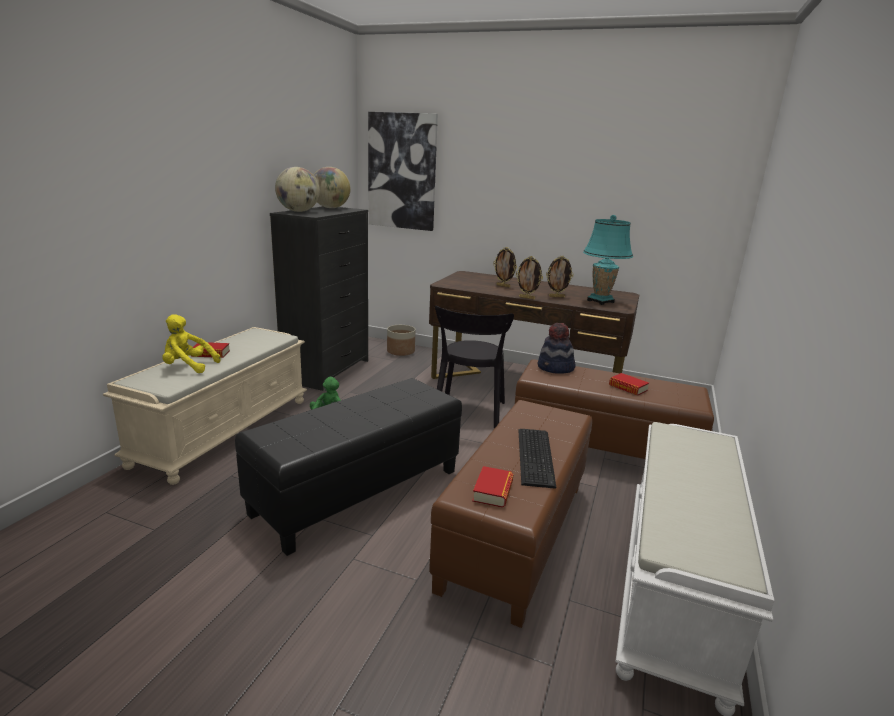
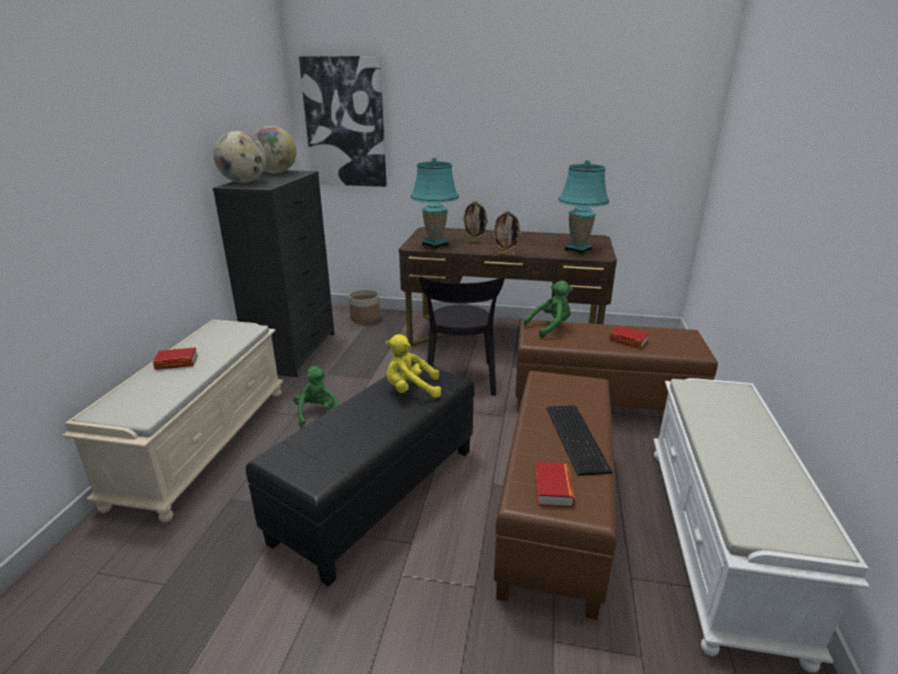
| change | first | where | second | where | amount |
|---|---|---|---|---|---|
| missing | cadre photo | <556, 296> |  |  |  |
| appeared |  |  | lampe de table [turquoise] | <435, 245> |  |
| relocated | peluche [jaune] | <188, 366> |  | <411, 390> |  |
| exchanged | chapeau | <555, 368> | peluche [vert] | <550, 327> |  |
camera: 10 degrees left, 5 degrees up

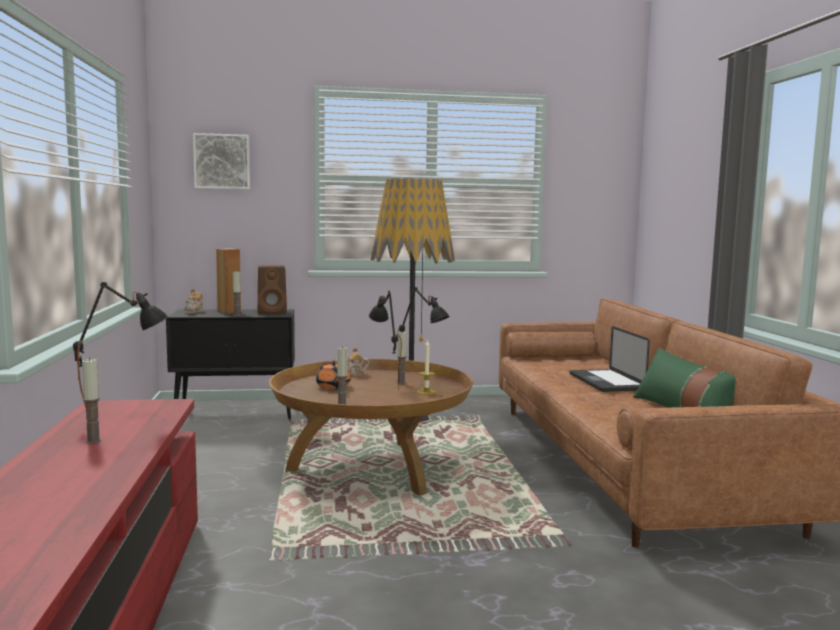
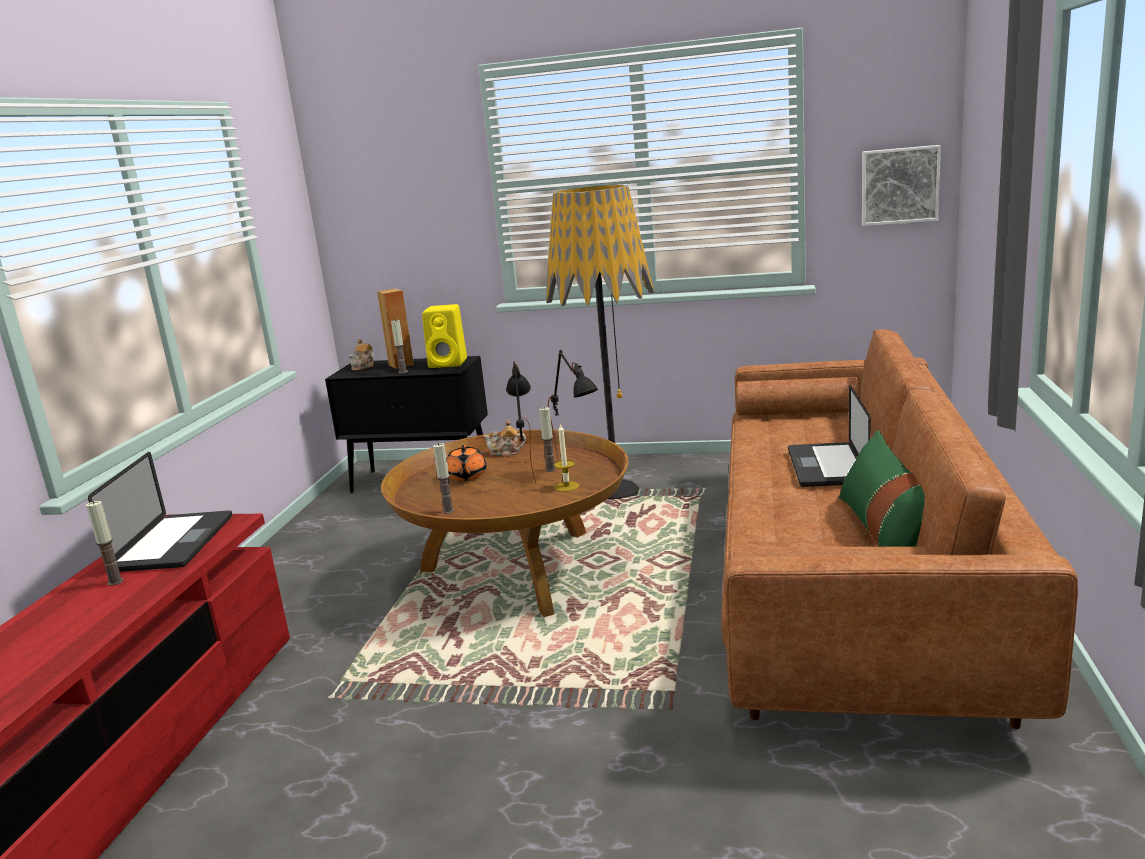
| change | first | where | second | where | amount |
|---|---|---|---|---|---|
| relocated | tableau | <222, 161> |  | <899, 185> |  |
| exchanged | lampe de table [noir] | <125, 417> | ordinateur portable | <174, 543> |  |
| colour | enceinte [marron] | <273, 312> | enceinte [jaune] | <449, 363> |  |
camera: 20 degrees right, 10 degrees up

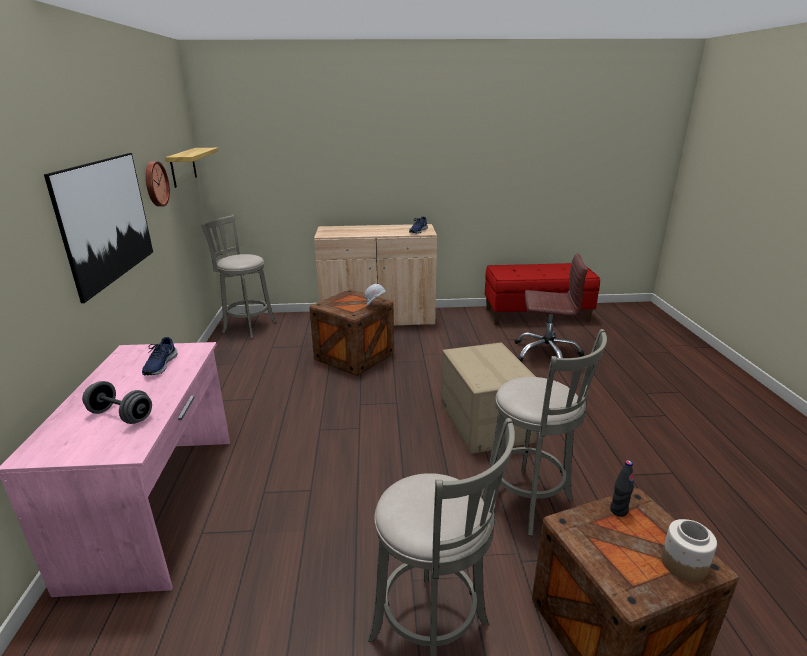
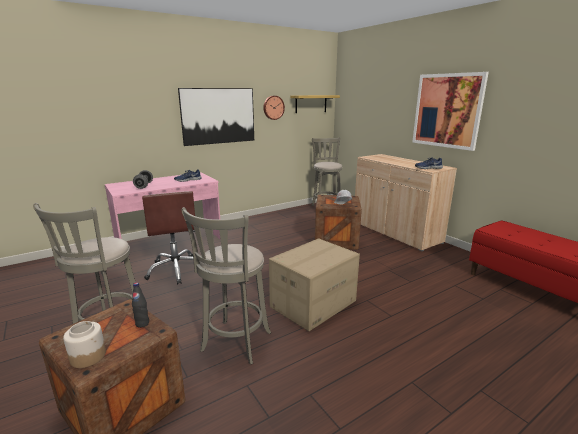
| change | first | where | second | where | amount |
|---|---|---|---|---|---|
| appeared |  |  | tableau | <447, 110> |  |
| relocated | chaise de bureau [marron] | <546, 353> |  | <177, 270> |  |
camera: 60 degrees right, 5 degrees down

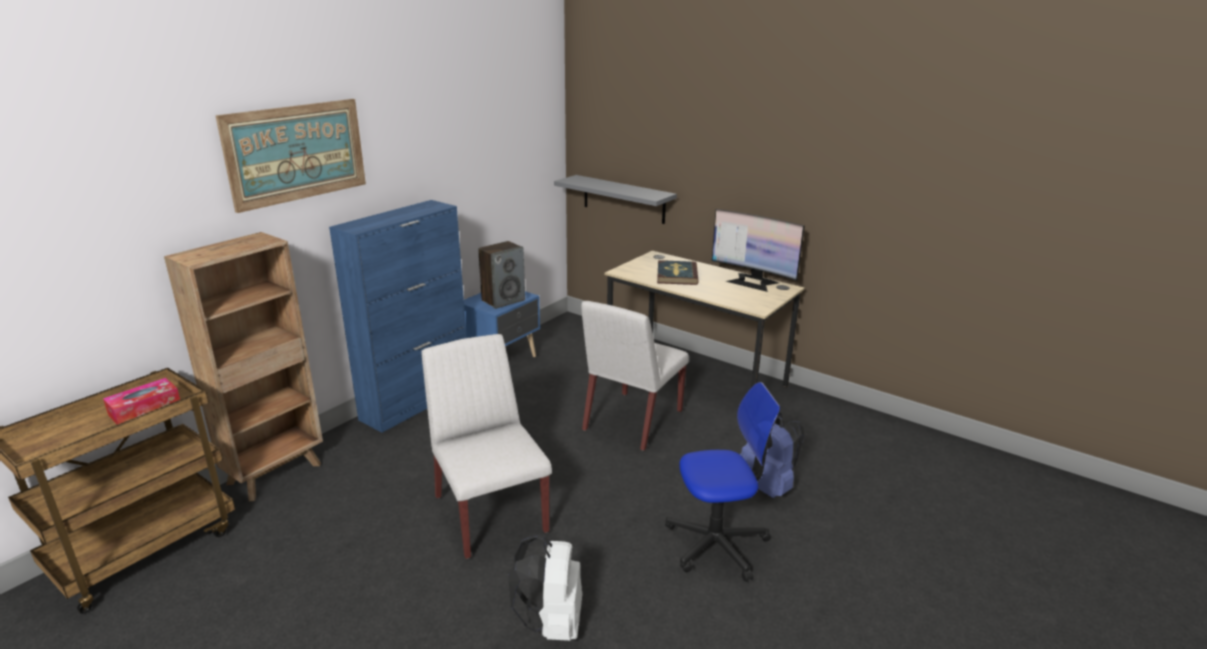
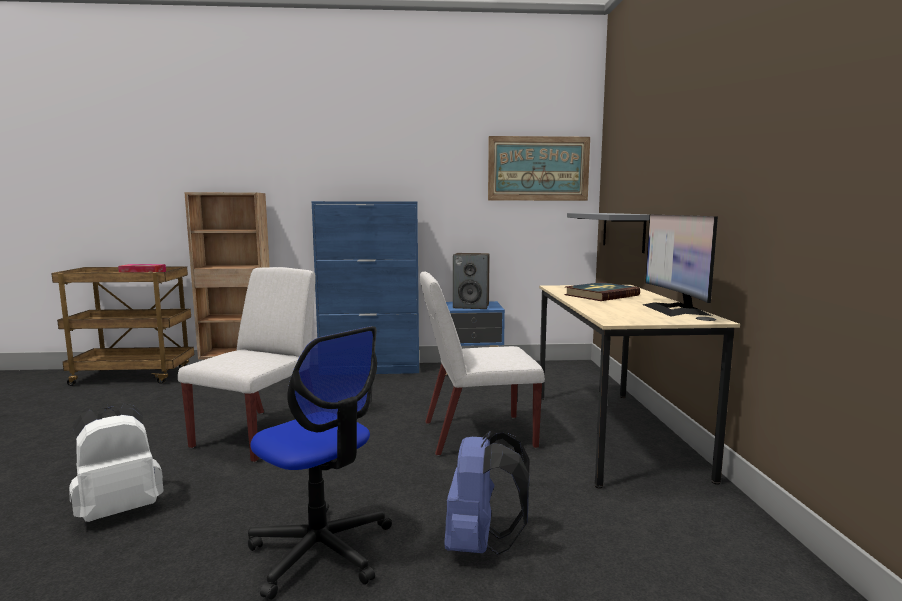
| change | first | where | second | where | amount |
|---|---|---|---|---|---|
| relocated | tableau | <296, 152> |  | <538, 168> |  |
camera: 50 degrees right, 15 degrees down

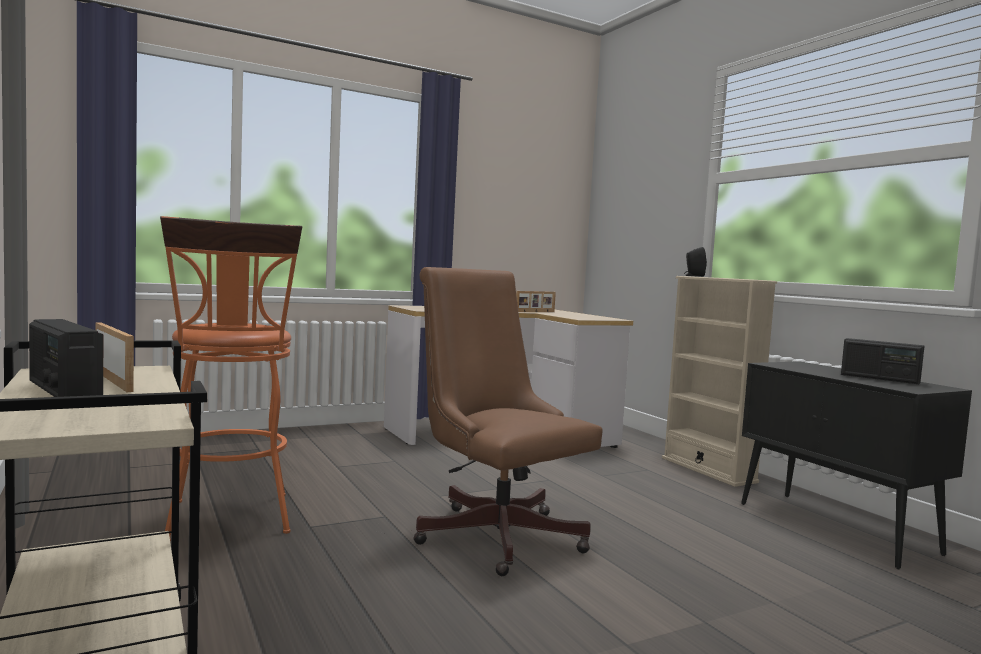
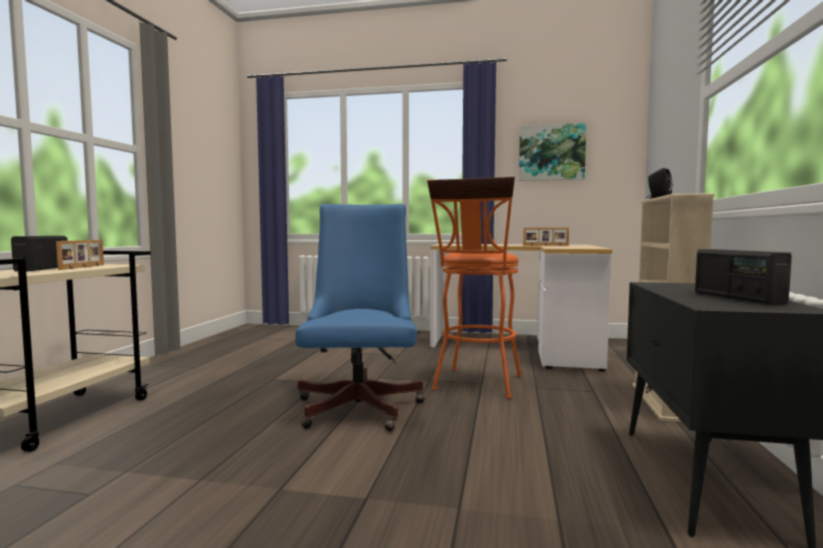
| change | first | where | second | where | amount |
|---|---|---|---|---|---|
| appeared |  |  | tableau | <551, 152> |  |
| relocated | tabouret [orange] | <230, 521> |  | <477, 385> |  |
| colour | chaise de bureau [marron] | <494, 532> | chaise de bureau [bleu] | <361, 405> |  |
camera: 40 degrees right, 0 degrees up

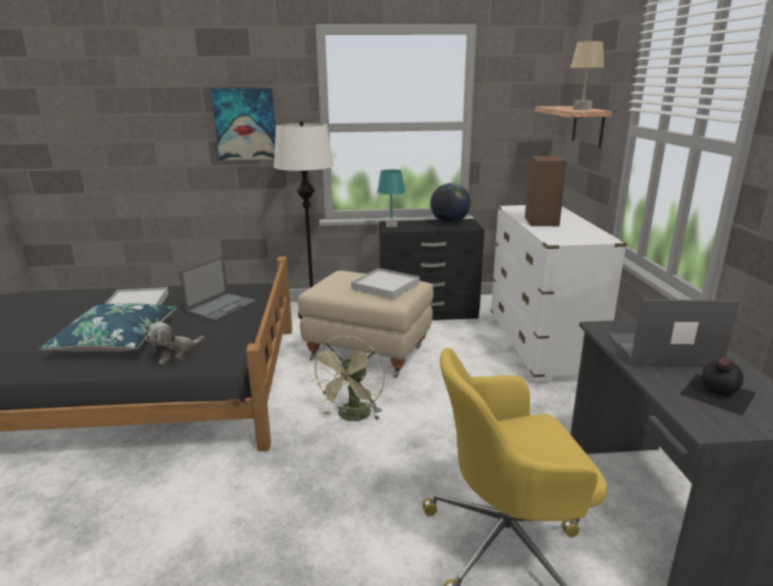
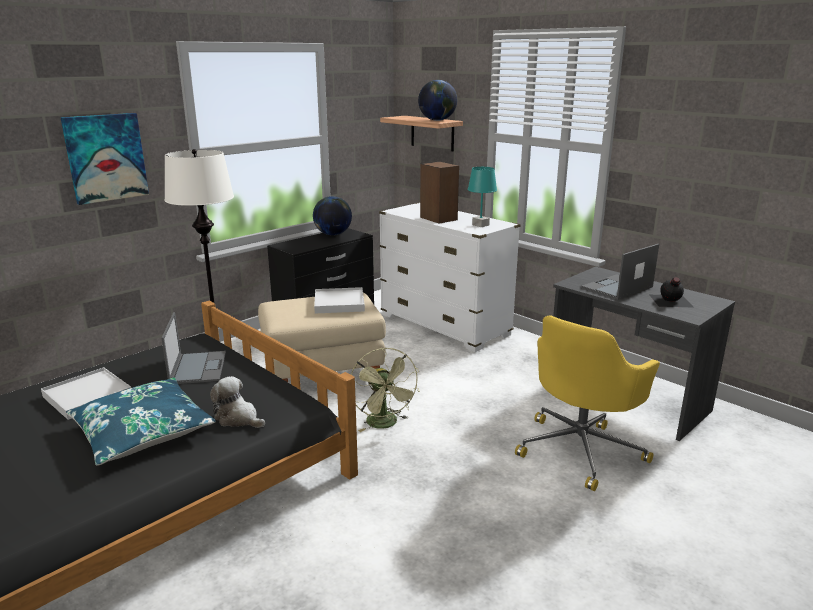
| change | first | where | second | where | amount |
|---|---|---|---|---|---|
| relocated | lampe de table [turquoise] | <391, 225> |  | <481, 225> |  |
| exchanged | lampe de table [beige] | <582, 109> | globe | <437, 120> |  |
| spun | peluche | <175, 354> |  | <238, 418> | 120 degrees clockwise |
camera: 40 degrees left, 0 degrees up

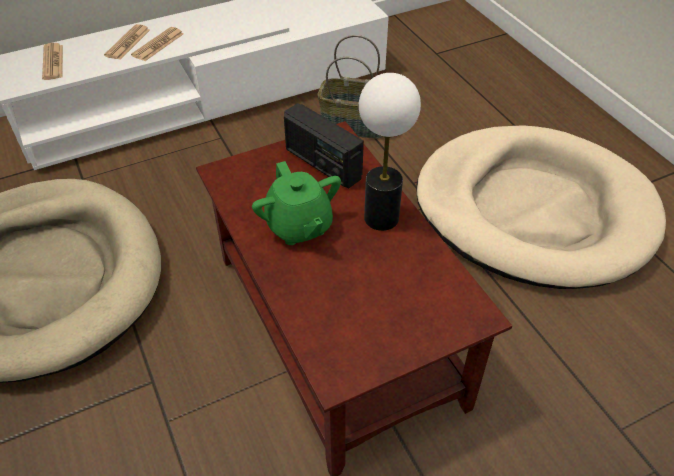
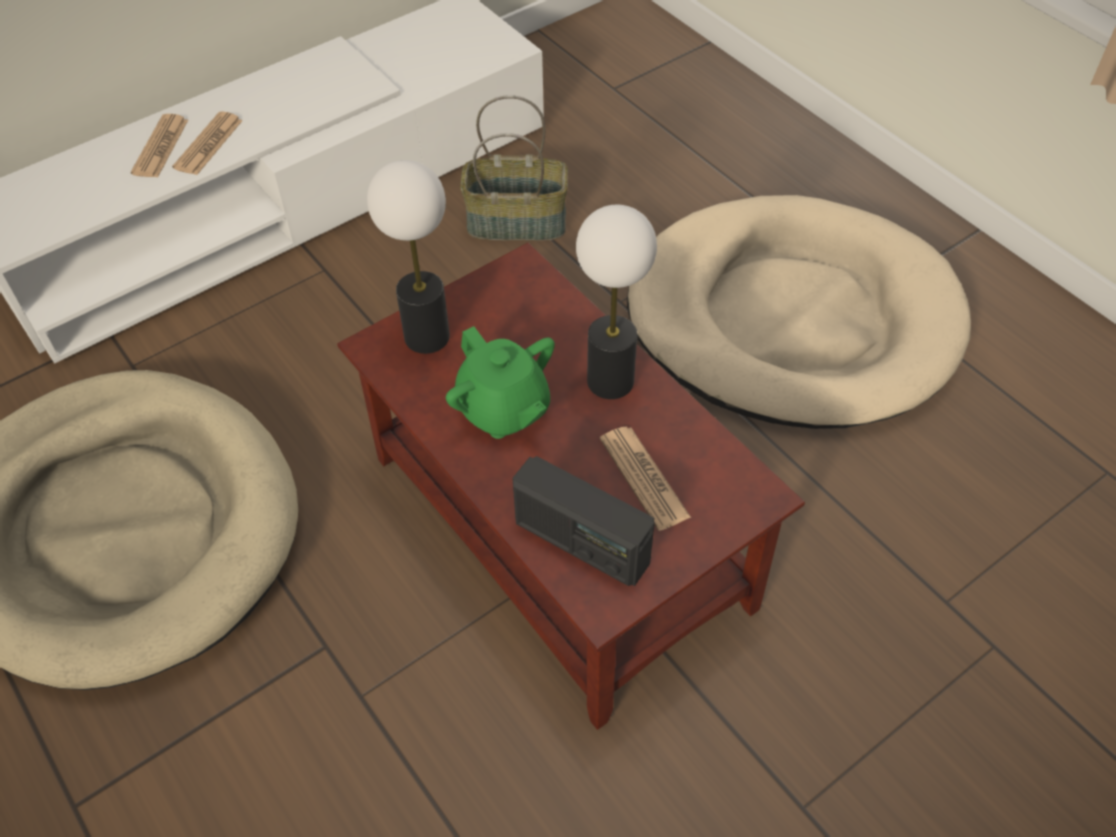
| change | first | where | second | where | amount |
|---|---|---|---|---|---|
| appeared |  |  | lampe de table | <426, 337> |  |
| relocated | journal | <53, 62> |  | <644, 478> |  |
| relocated | radio | <322, 164> |  | <581, 542> |  |
camera: 10 degrees left, 5 degrees up

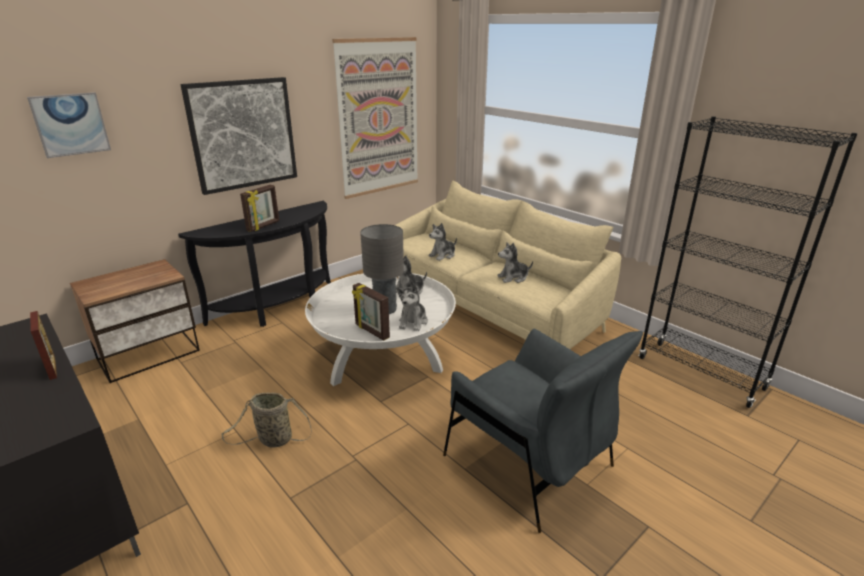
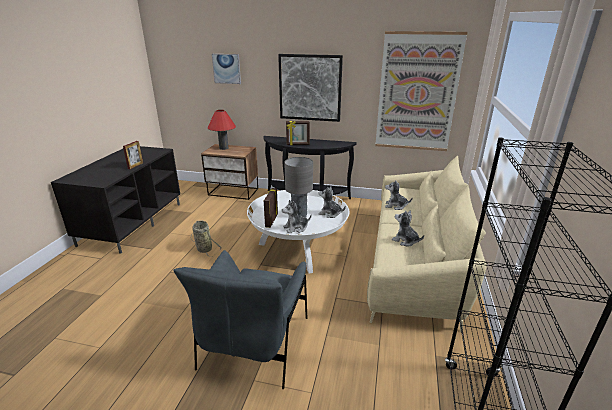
| change | first | where | second | where | amount |
|---|---|---|---|---|---|
| appeared |  |  | lampe de table [rouge] | <223, 148> |  |
camera: 55 degrees right, 0 degrees up

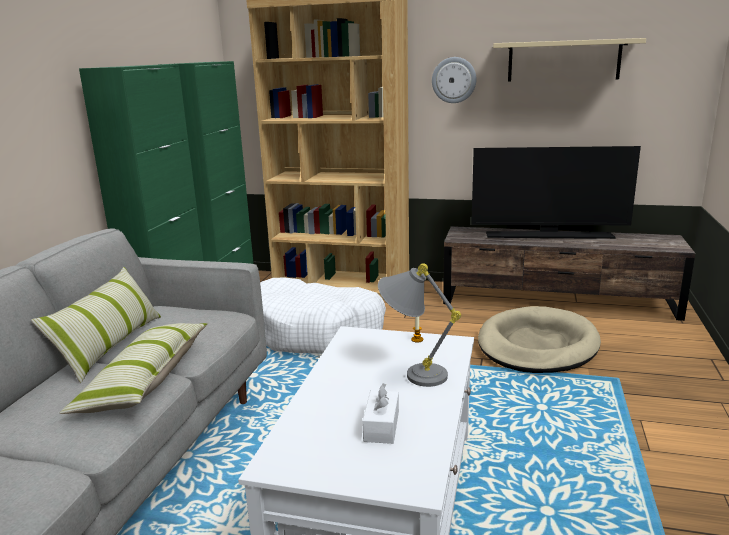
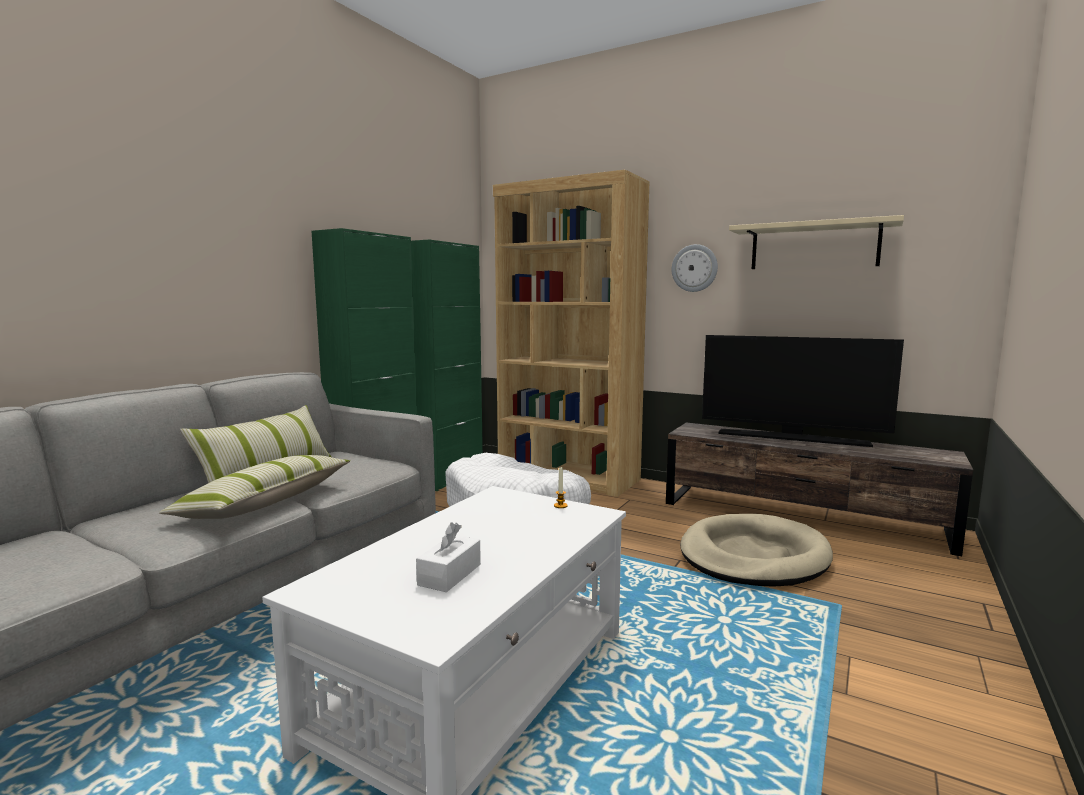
| change | first | where | second | where | amount |
|---|---|---|---|---|---|
| missing | lampe de table [gris] | <412, 373> |  |  |  |
camera: 15 degrees right, 10 degrees down

